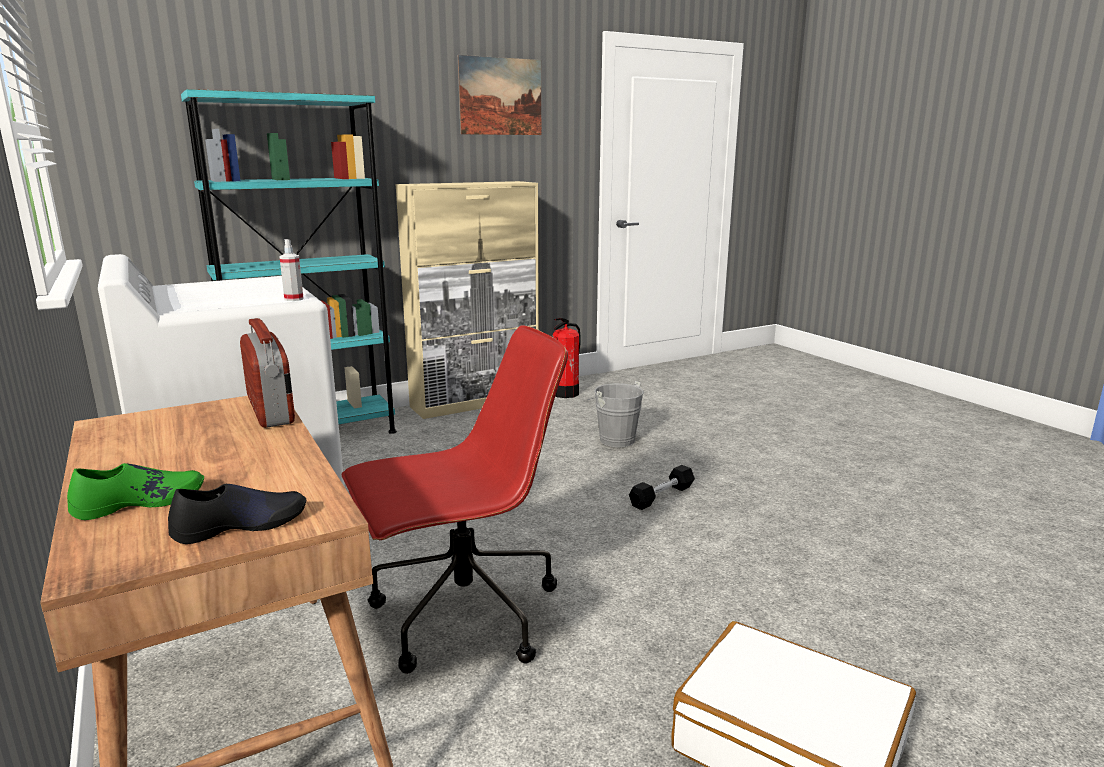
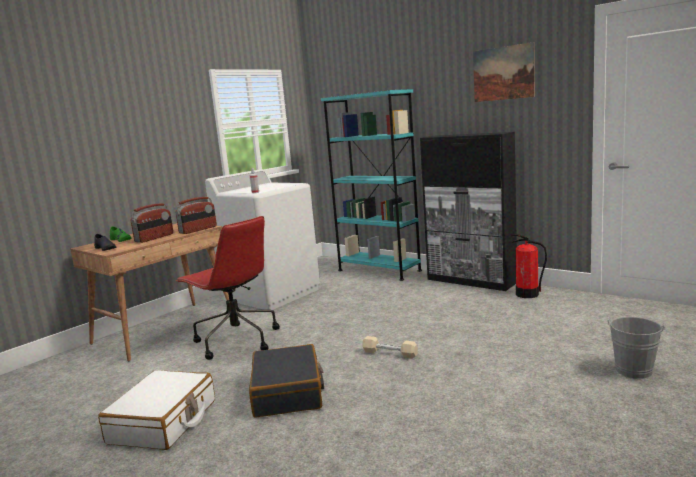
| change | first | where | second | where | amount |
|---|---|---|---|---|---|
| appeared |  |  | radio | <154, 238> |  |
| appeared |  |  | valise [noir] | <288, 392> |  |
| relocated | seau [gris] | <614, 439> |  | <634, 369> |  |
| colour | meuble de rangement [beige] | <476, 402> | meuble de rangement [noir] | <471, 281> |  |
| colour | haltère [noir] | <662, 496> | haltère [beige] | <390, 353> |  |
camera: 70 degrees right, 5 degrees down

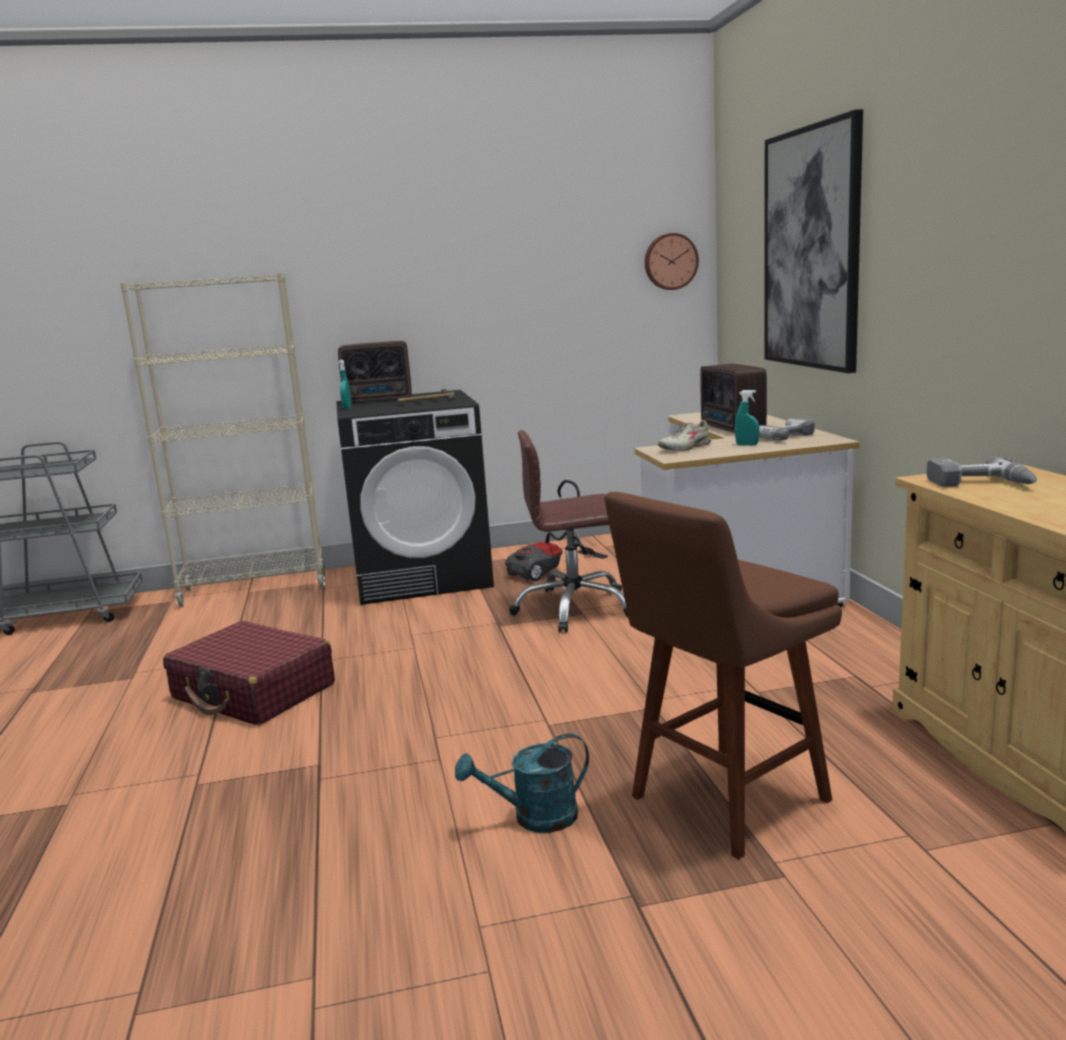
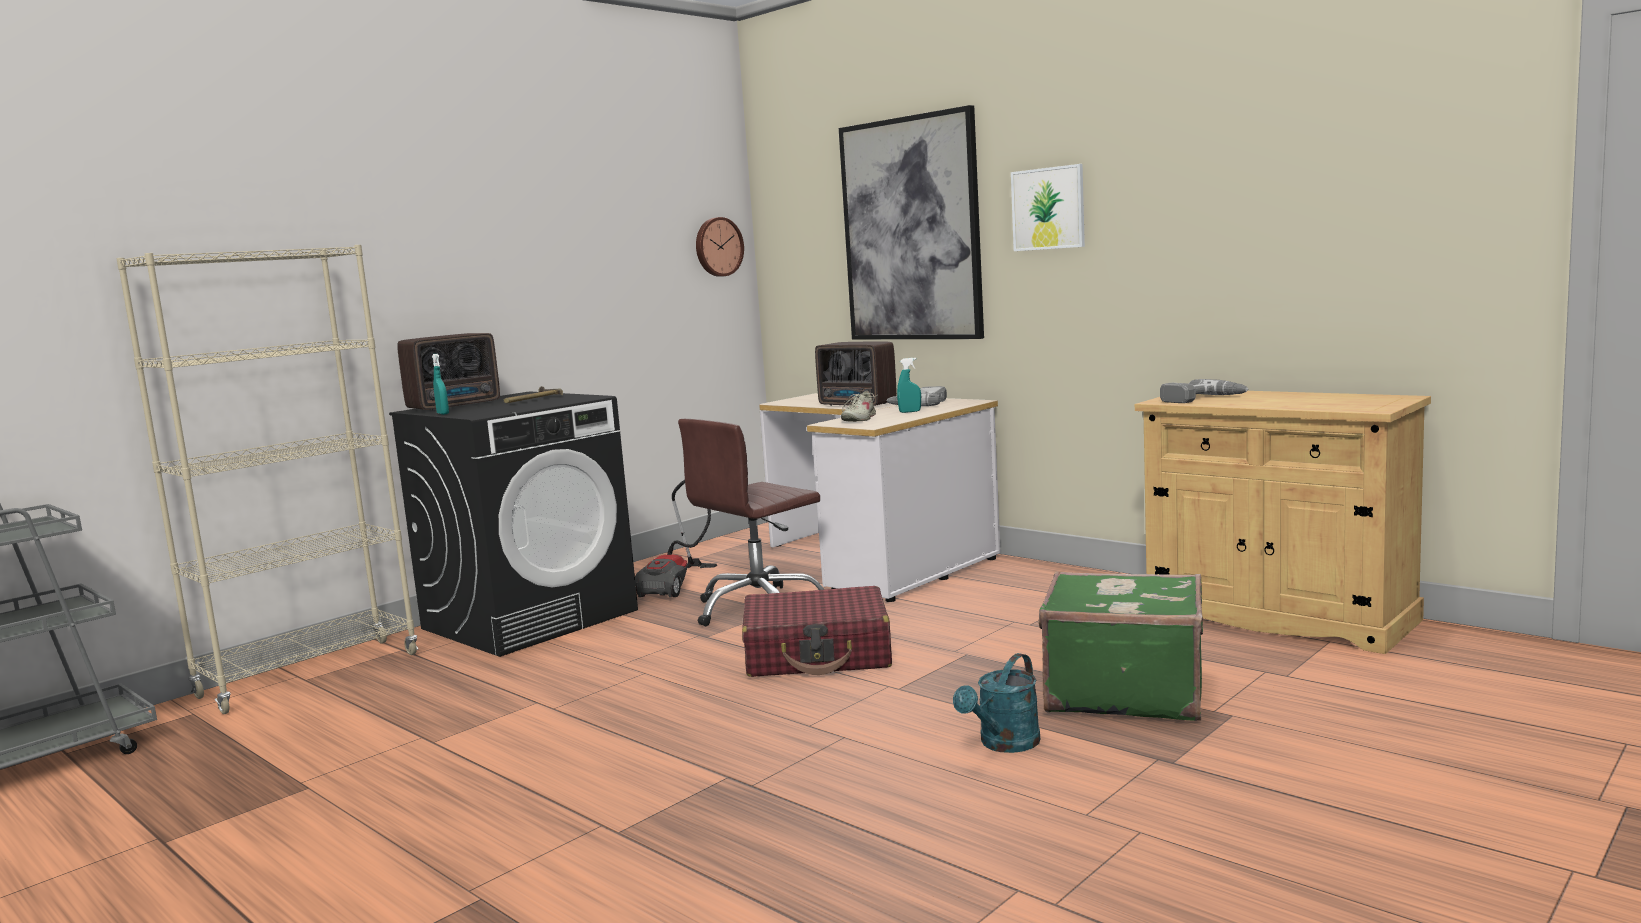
| change | first | where | second | where | amount |
|---|---|---|---|---|---|
| appeared |  |  | tableau | <1048, 208> |  |
| relocated | valise [rouge] | <253, 692> |  | <818, 655> |  |
| exchanged | tabouret [marron] | <722, 802> | valise [vert] | <1123, 692> |  |
camera: 35 degrees left, 5 degrees down

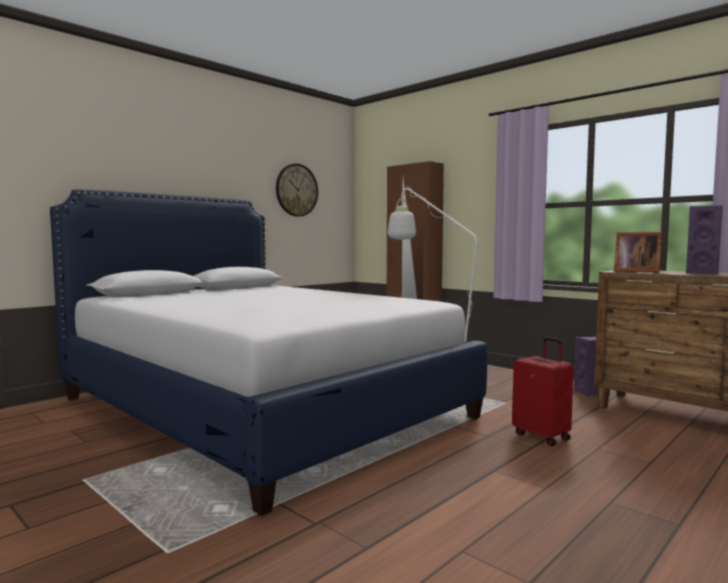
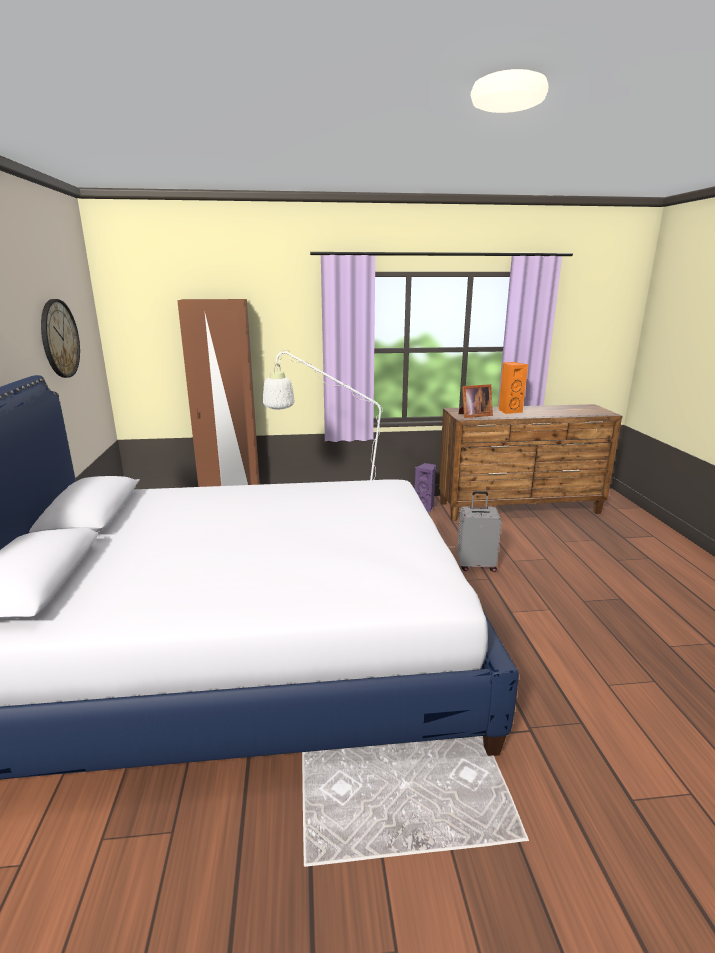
| change | first | where | second | where | amount |
|---|---|---|---|---|---|
| colour | valise [rouge] | <542, 436> | valise [gris] | <476, 565> |  |
| colour | enceinte [violet] | <701, 273> | enceinte [orange] | <509, 411> |  |
camera: 50 degrees left, 15 degrees up

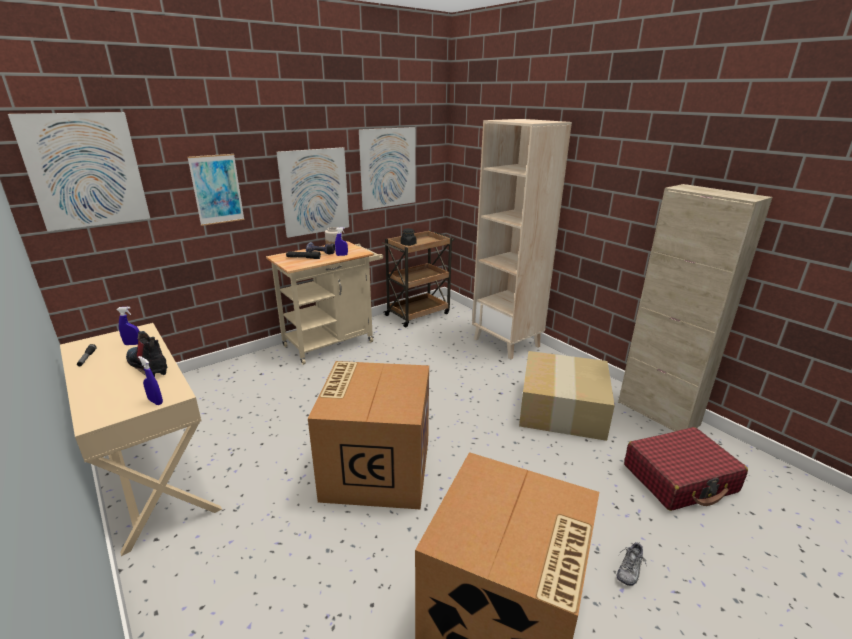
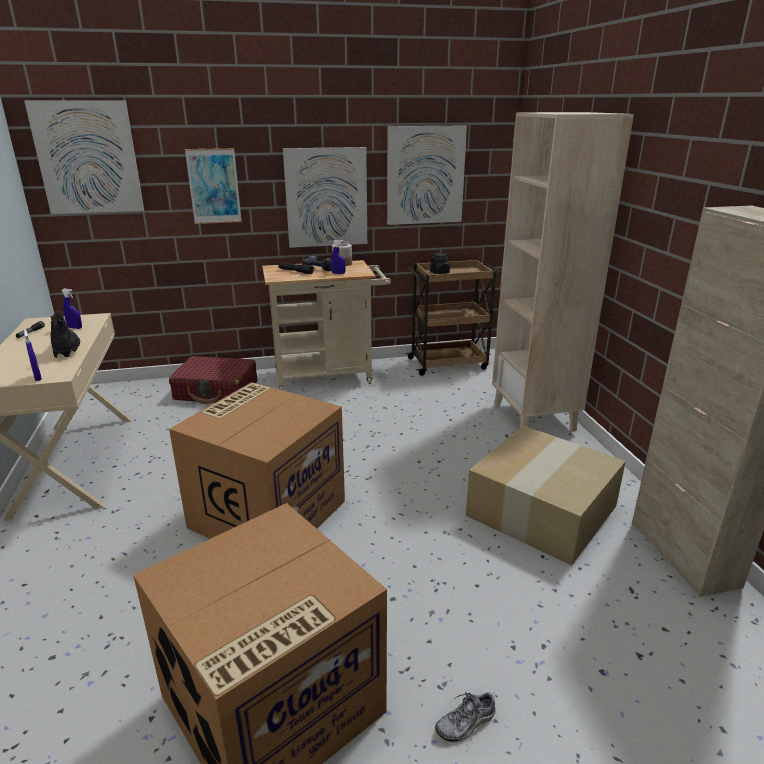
| change | first | where | second | where | amount |
|---|---|---|---|---|---|
| relocated | valise [rouge] | <680, 478> |  | <216, 391> |  |
camera: 25 degrees right, 0 degrees up

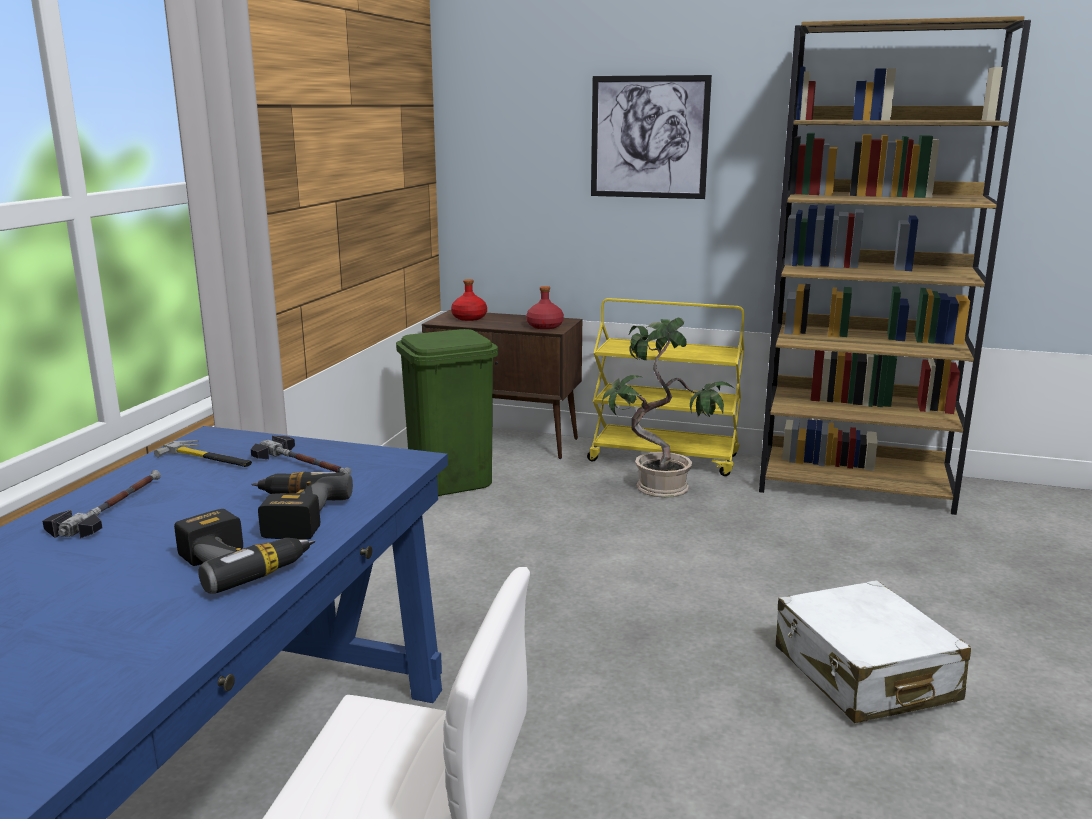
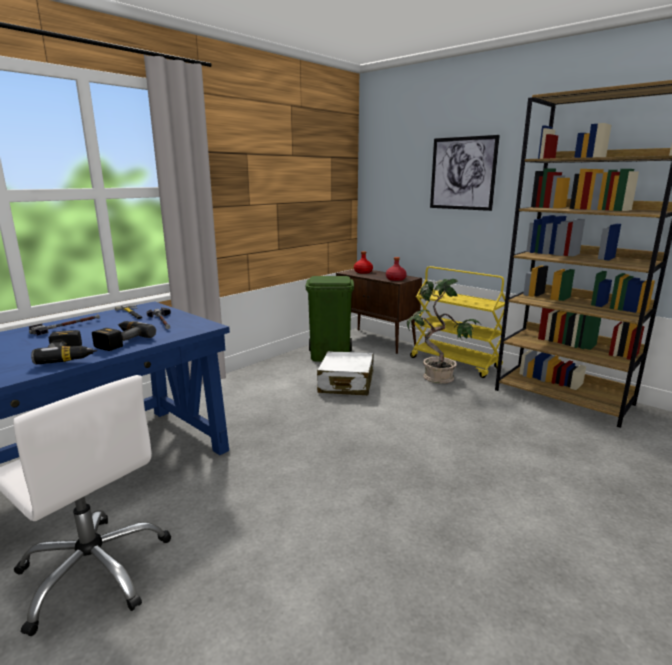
| change | first | where | second | where | amount |
|---|---|---|---|---|---|
| relocated | valise [blanc] | <864, 674> |  | <346, 384> |  |
camera: 25 degrees right, 0 degrees up

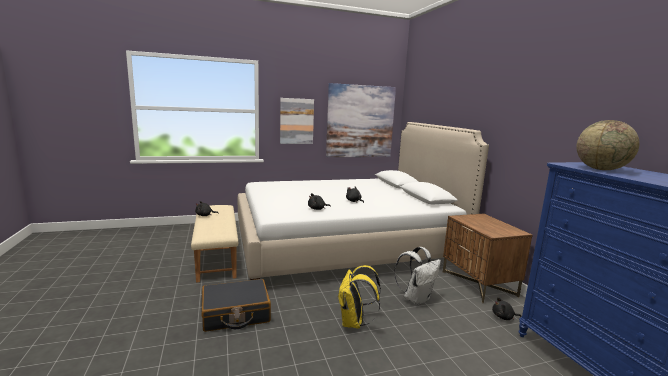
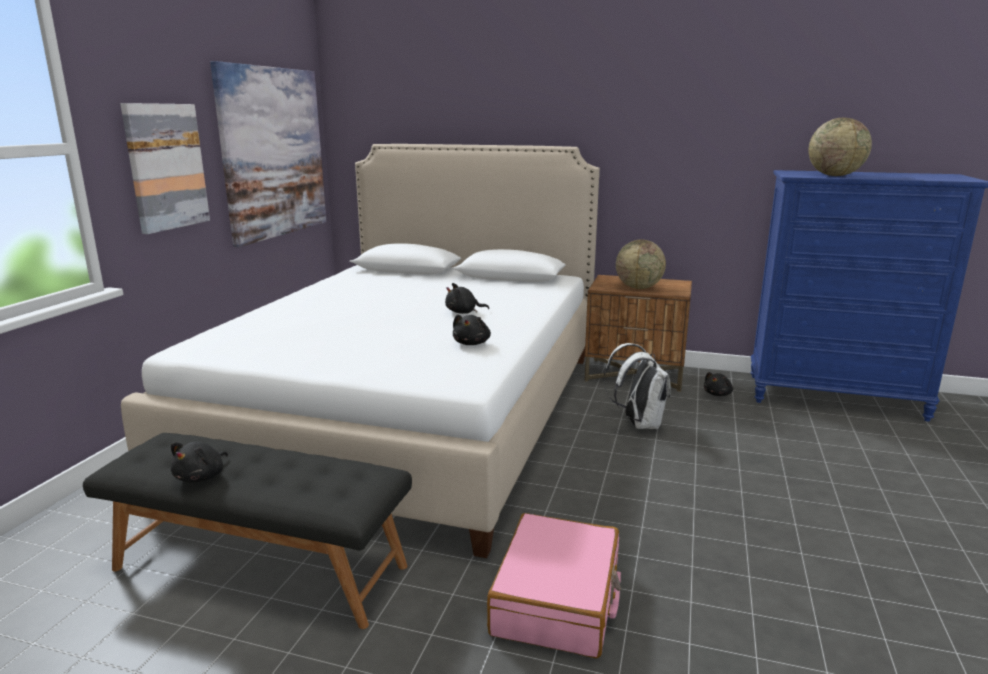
| change | first | where | second | where | amount |
|---|---|---|---|---|---|
| missing | sac à dos [jaune] | <354, 323> |  |  |  |
| appeared |  |  | globe | <638, 288> |  |
| colour | banc [beige] | <217, 256> | banc [noir] | <261, 566> |  |
| colour | valise [noir] | <236, 314> | valise [rose] | <558, 600> |  |
camera: 55 degrees left, 5 degrees up

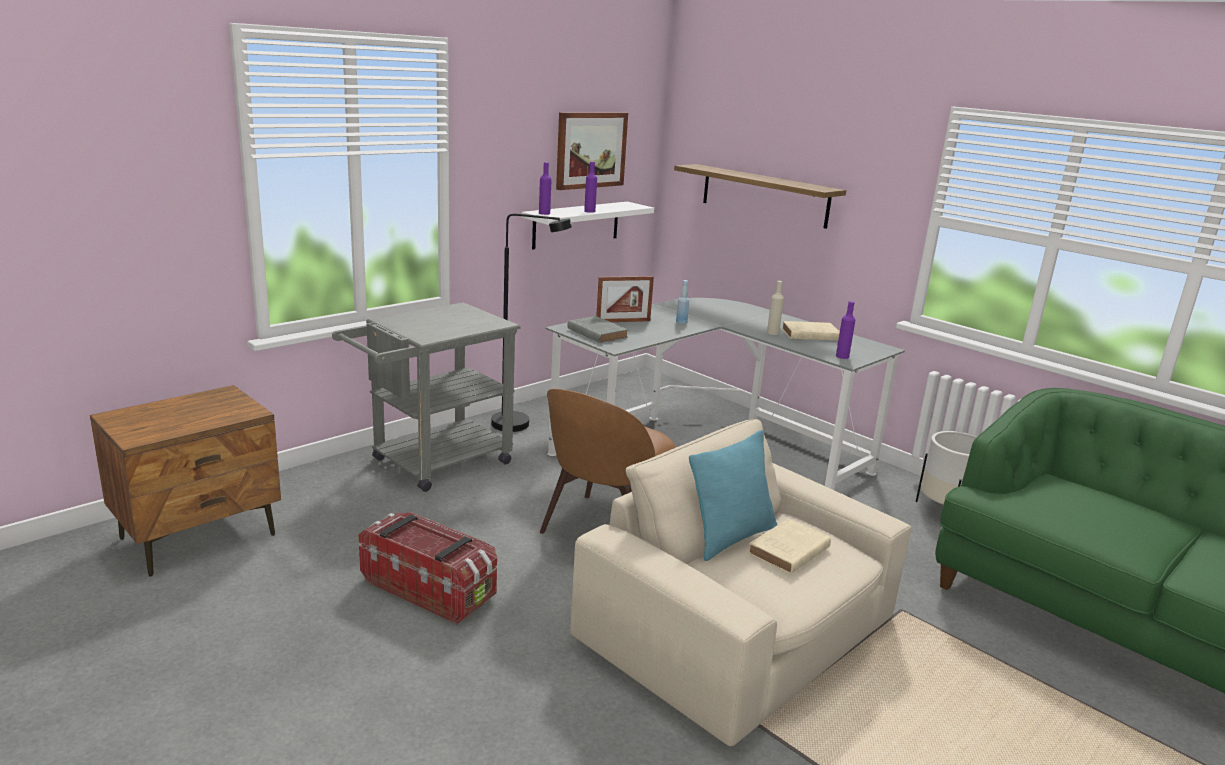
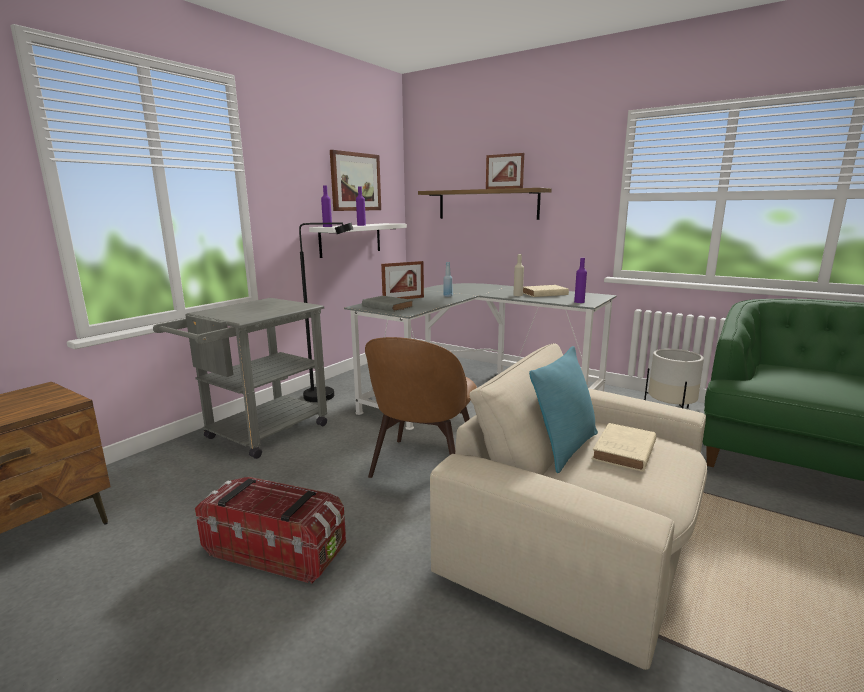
| change | first | where | second | where | amount |
|---|---|---|---|---|---|
| appeared |  |  | cadre photo | <503, 188> |  |
camera: 10 degrees left, 5 degrees down

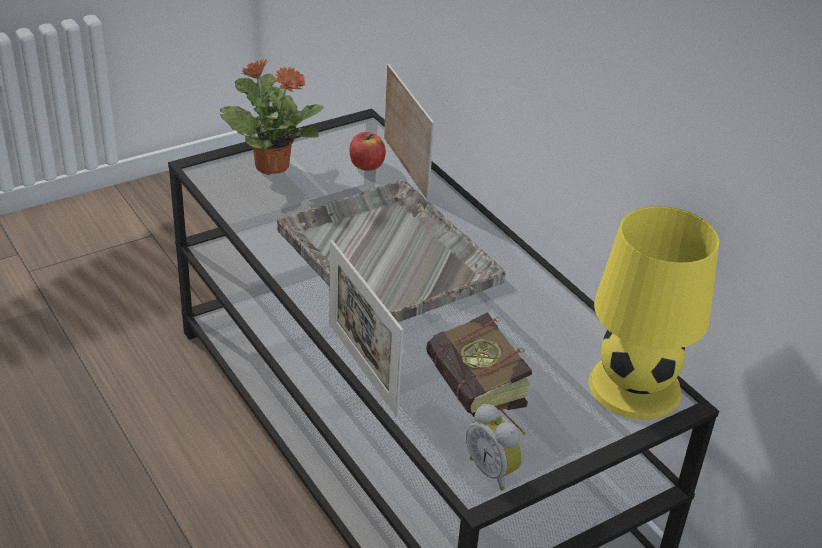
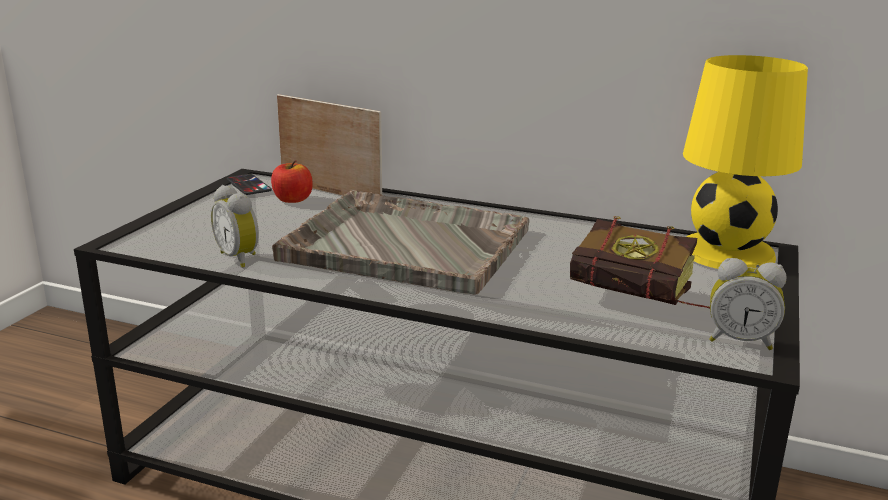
| change | first | where | second | where | amount |
|---|---|---|---|---|---|
| missing | plante en pot | <271, 165> |  |  |  |
| missing | cadre photo | <362, 368> |  |  |  |
| appeared |  |  | réveil | <240, 258> |  |
| appeared |  |  | téléphone | <248, 185> |  |
camera: 35 degrees left, 15 degrees down

